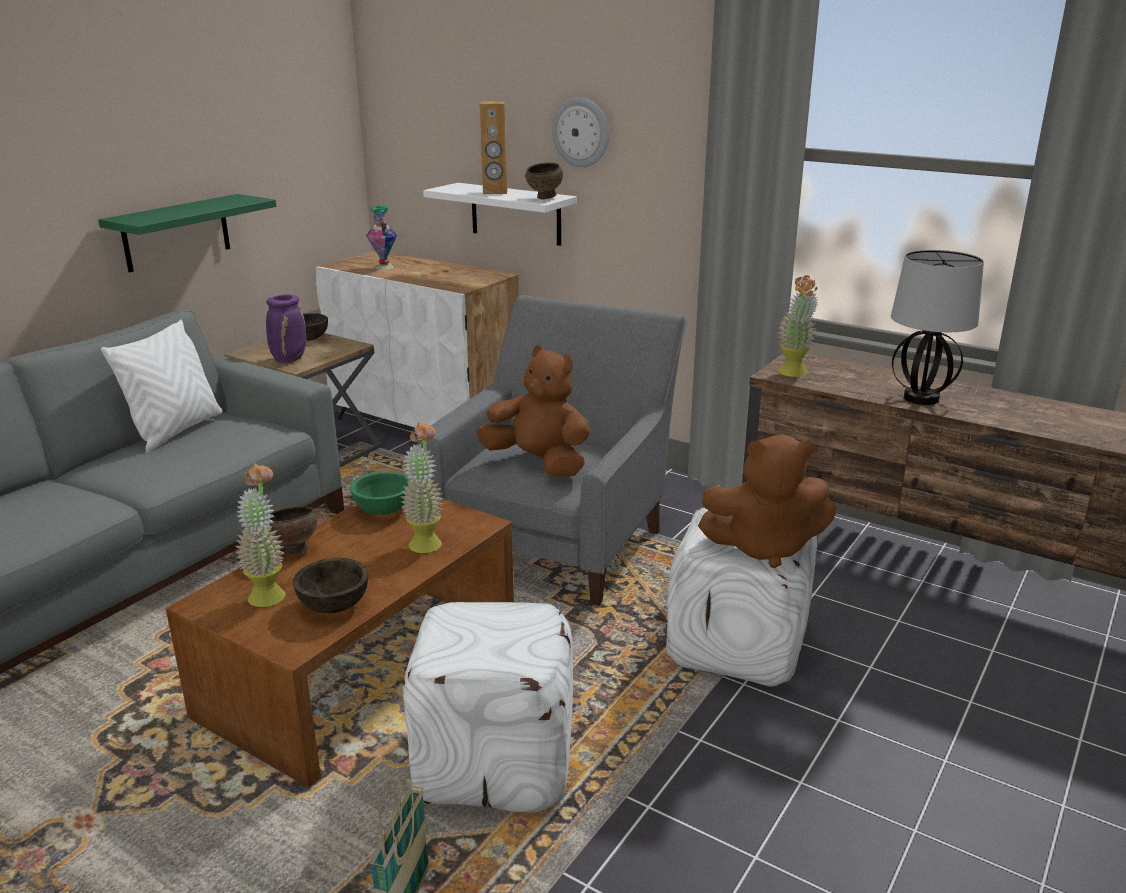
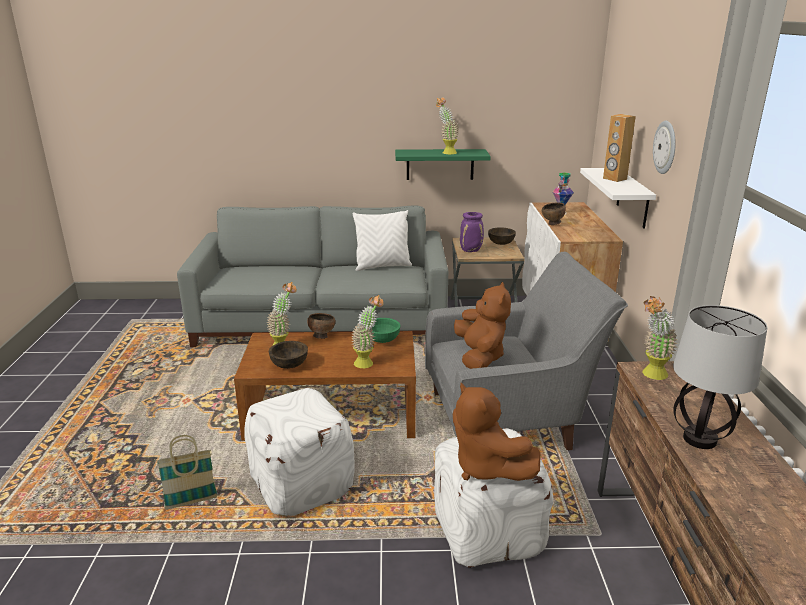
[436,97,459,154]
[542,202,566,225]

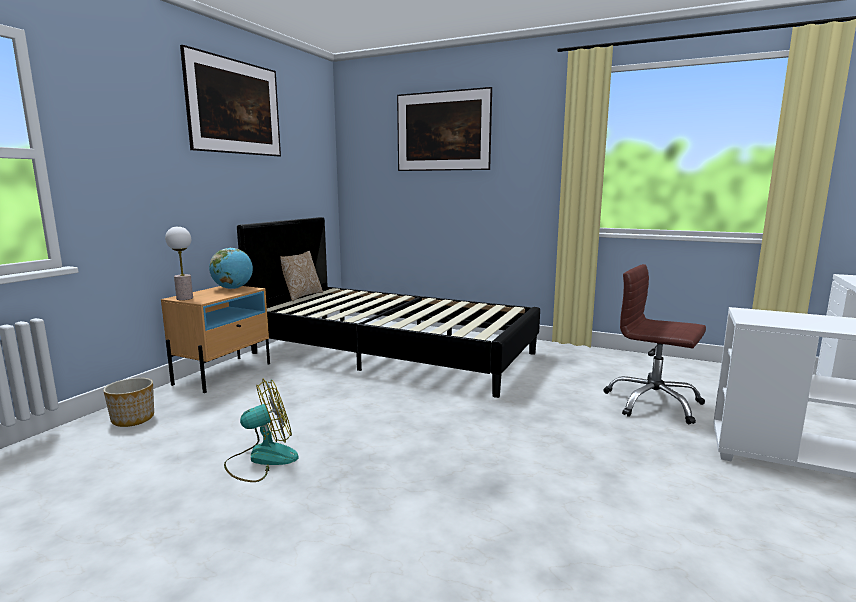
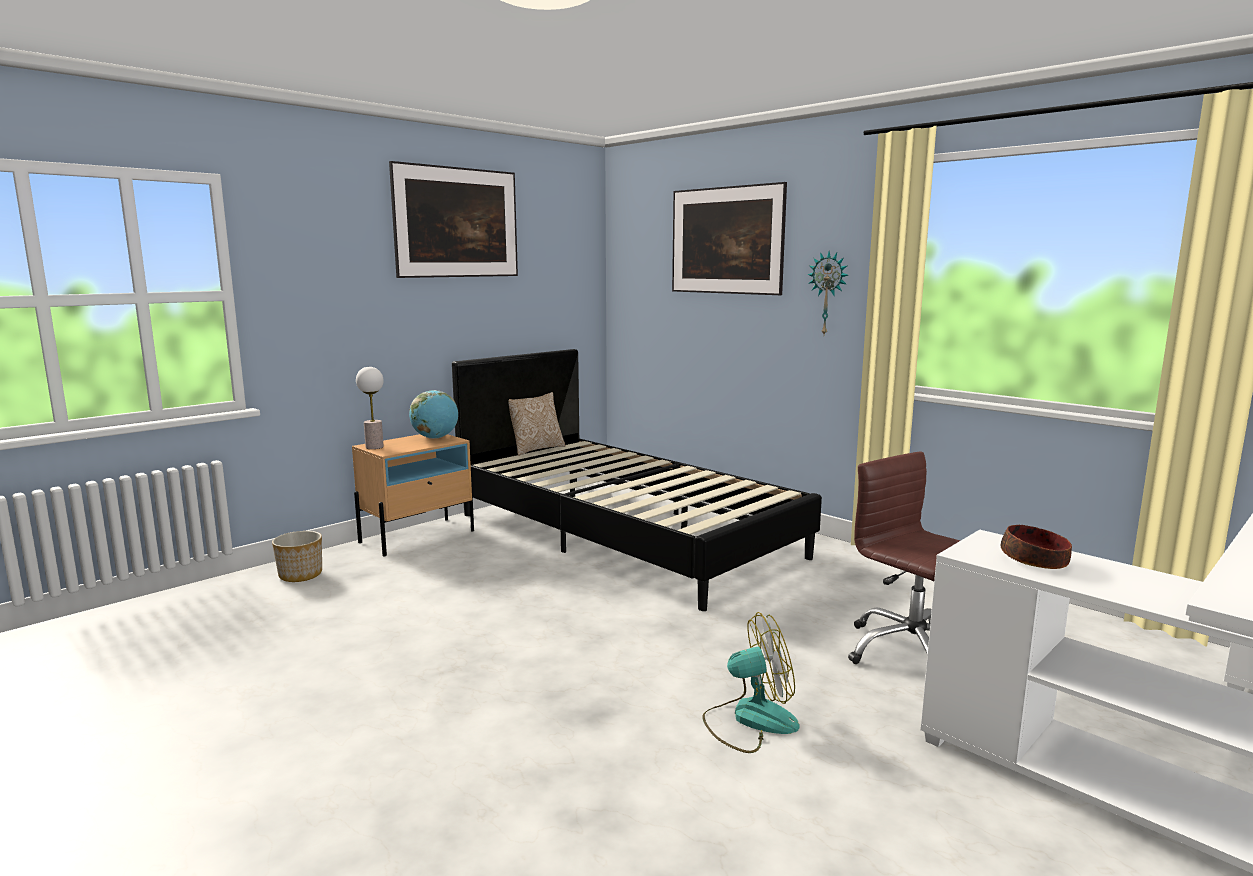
[807,251,848,335]
[1001,525,1072,569]
[702,612,800,753]

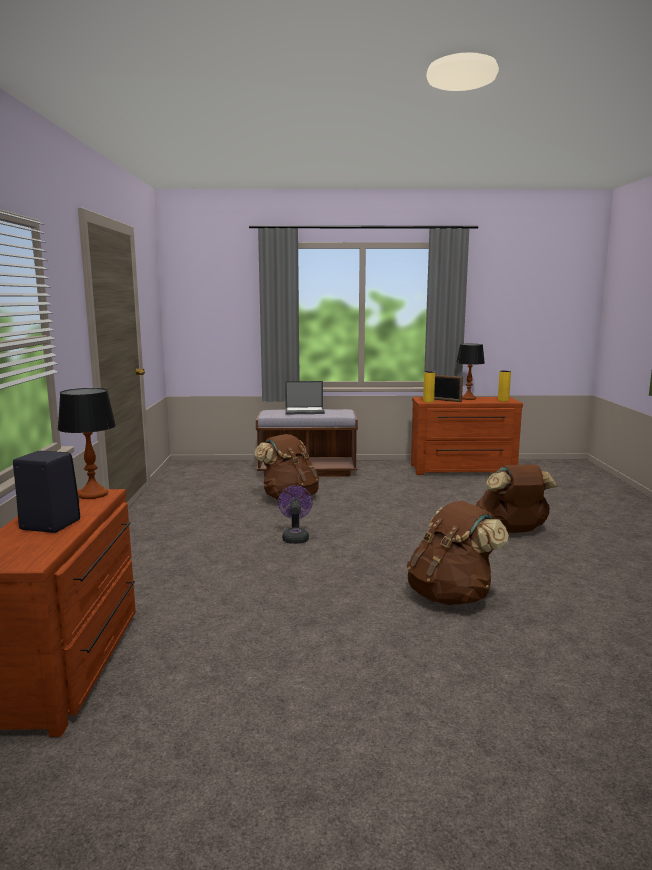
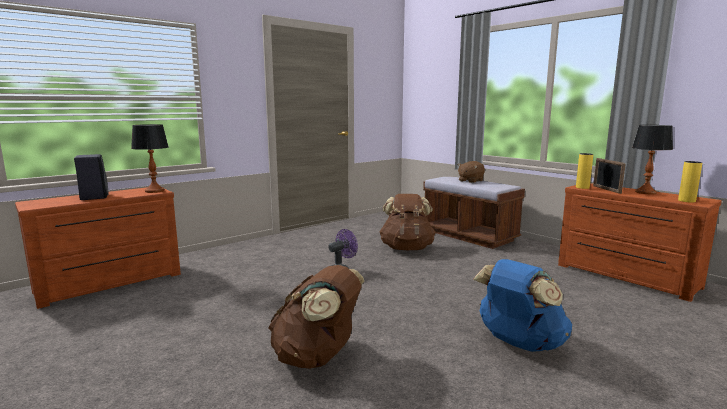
[458,161,485,183]
[473,259,572,352]

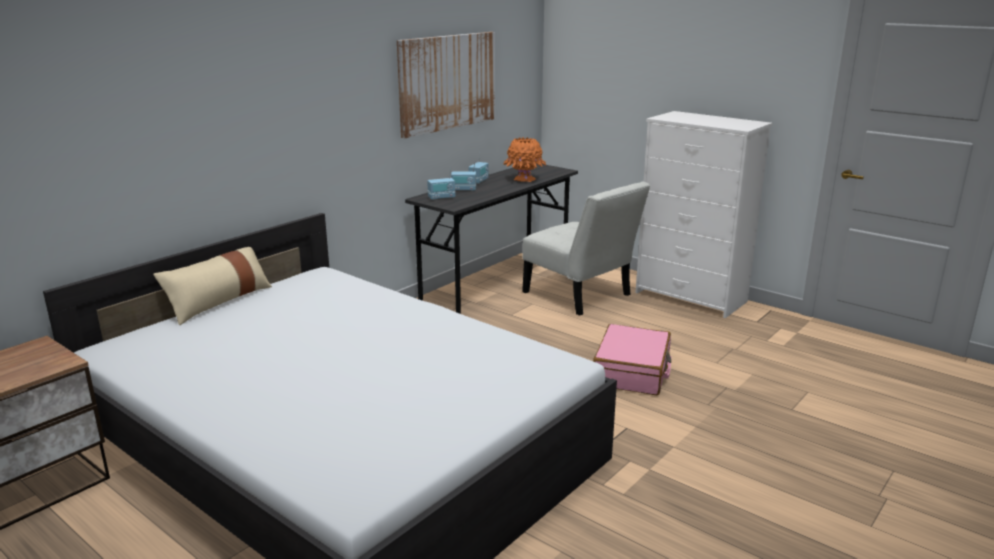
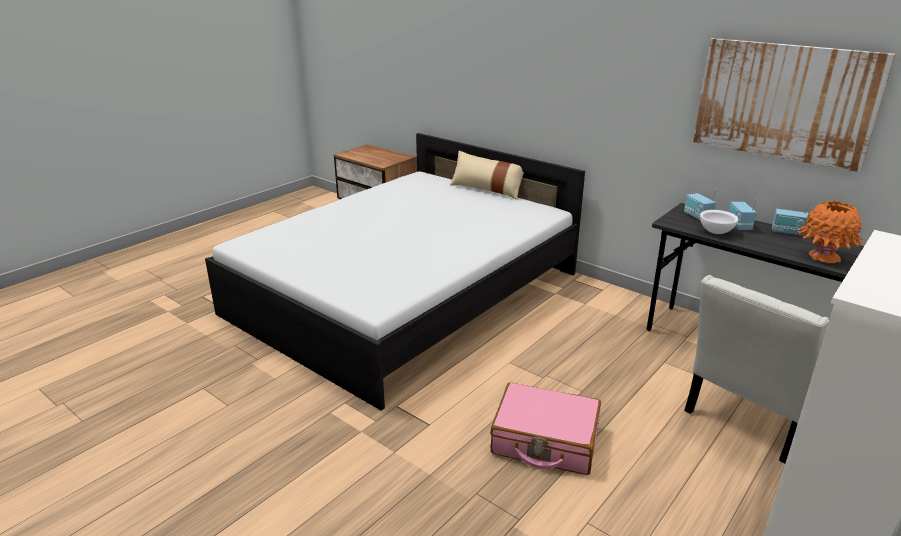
[700,210,738,234]

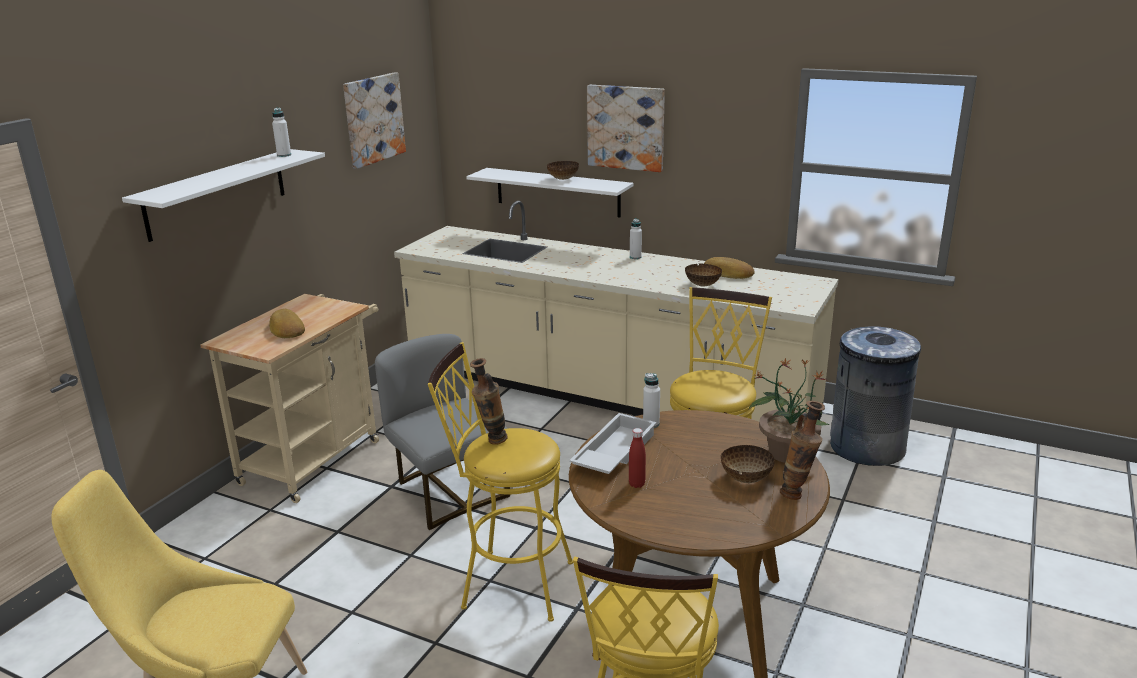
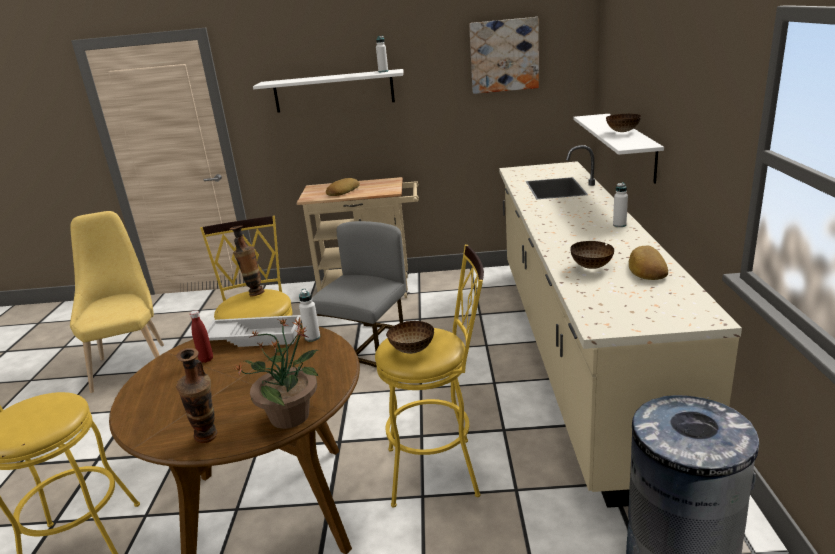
[587,85,665,172] (first image)
[386,321,434,354]

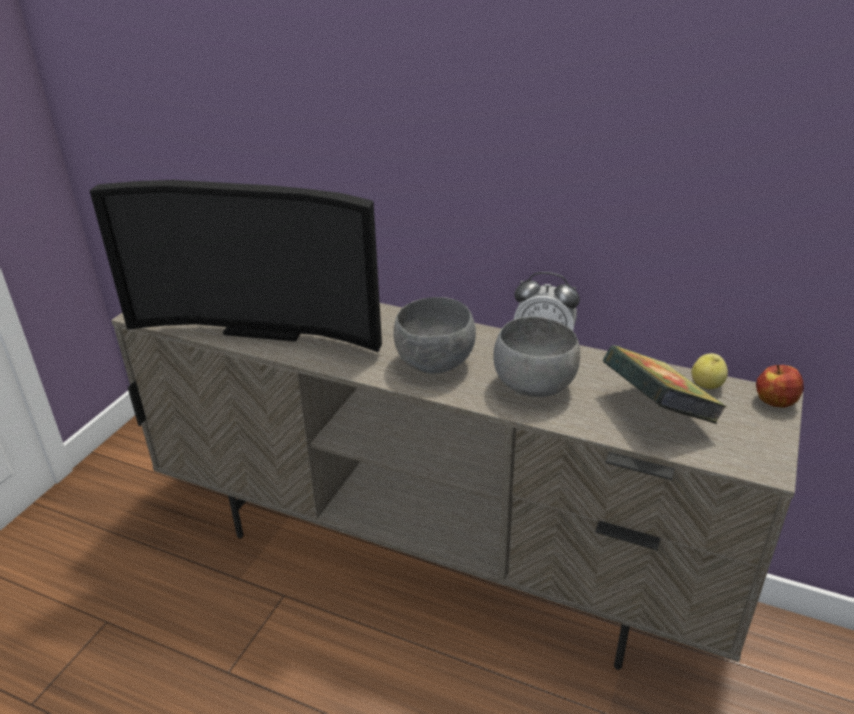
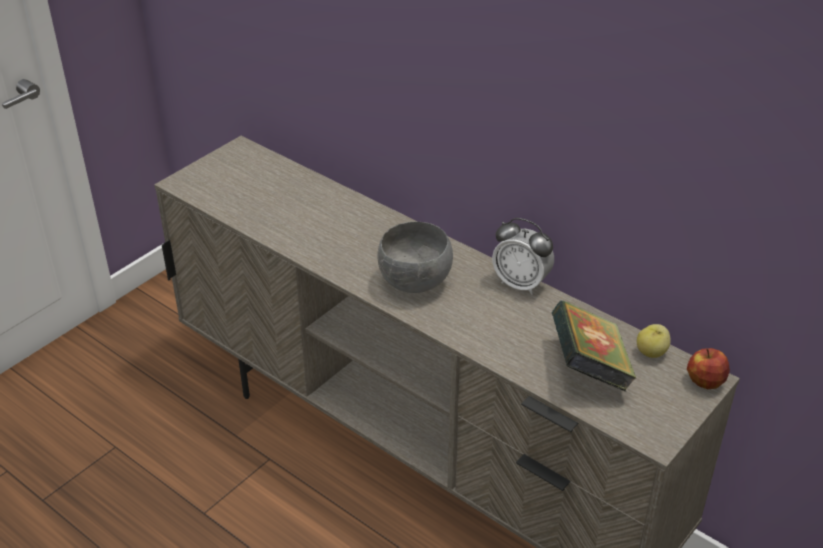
[90,180,382,352] (first image)
[493,316,580,397] (first image)

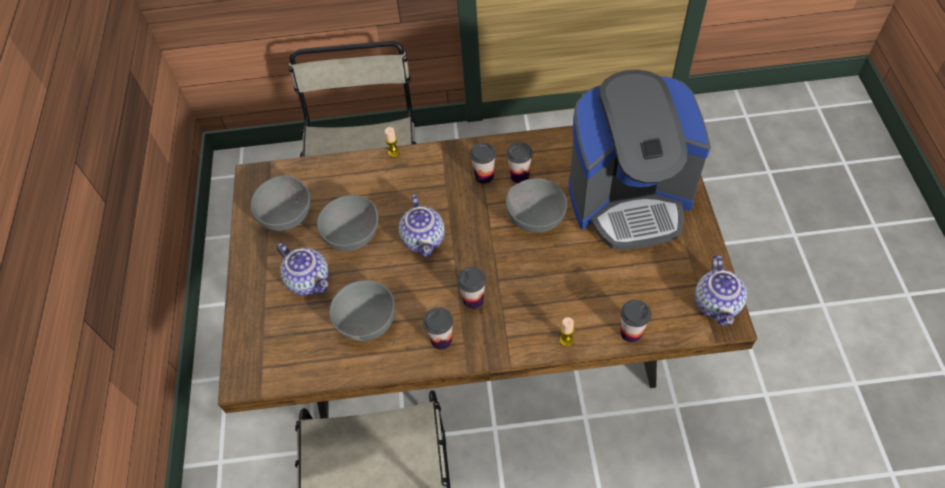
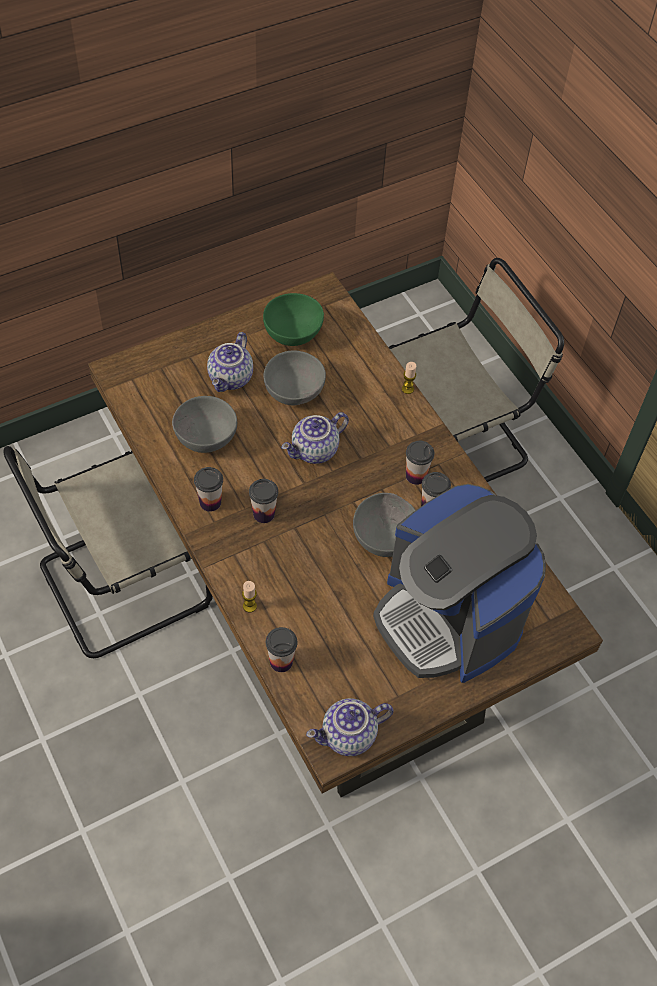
[263,293,324,346]

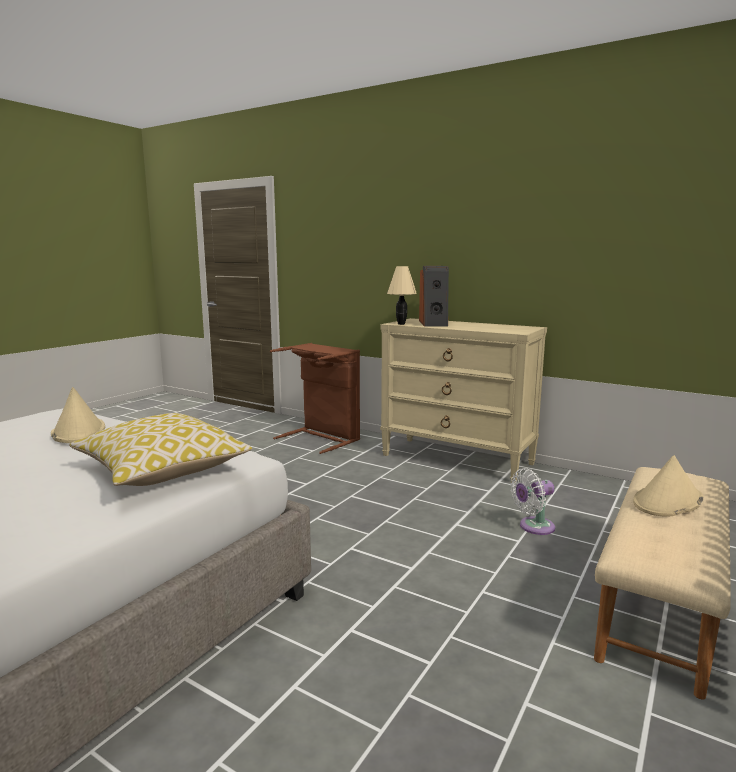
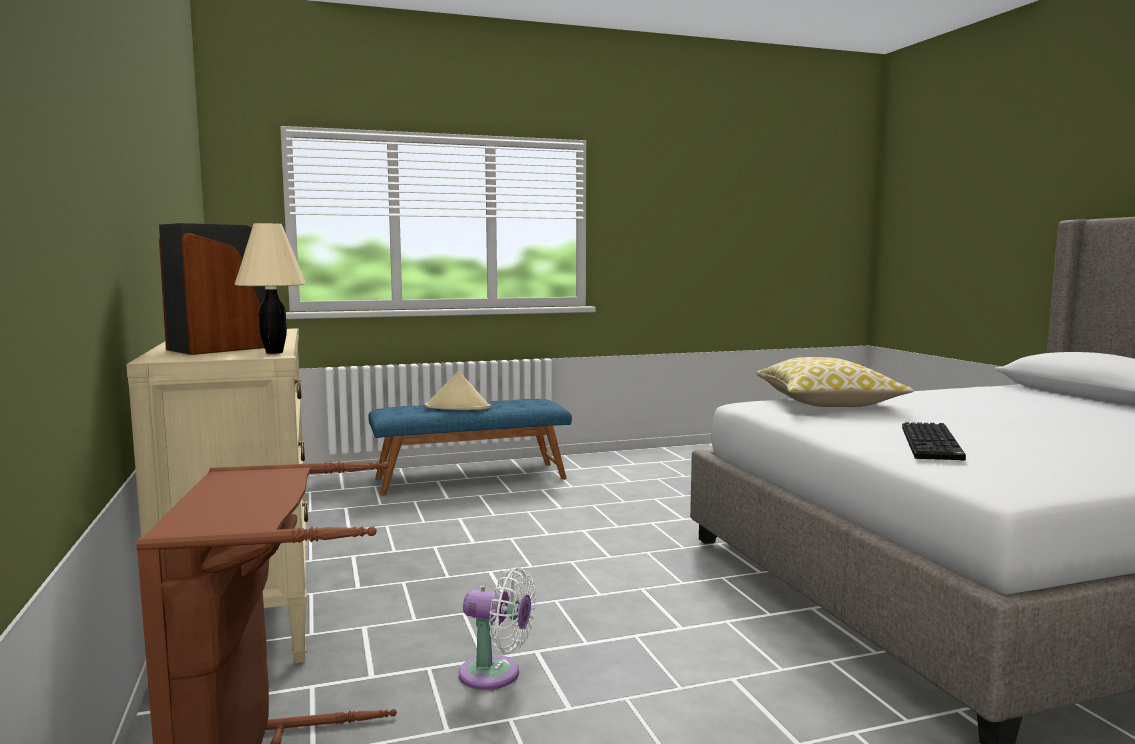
[459,567,536,690]
[902,422,966,461]
[368,399,572,496]

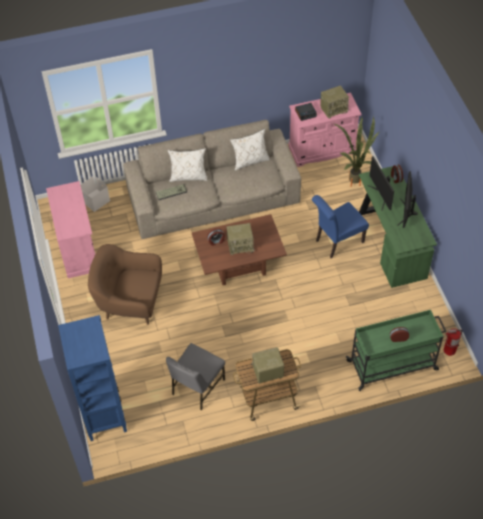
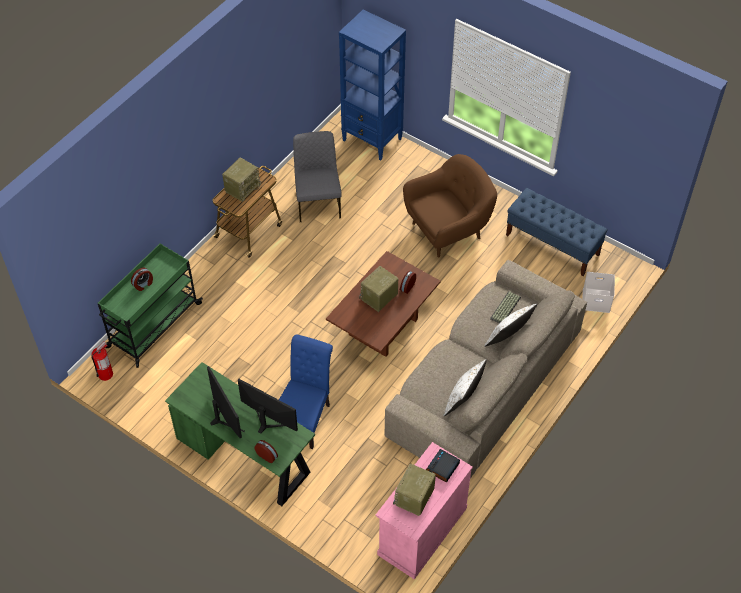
[334,115,380,187] (first image)
[506,188,608,276]

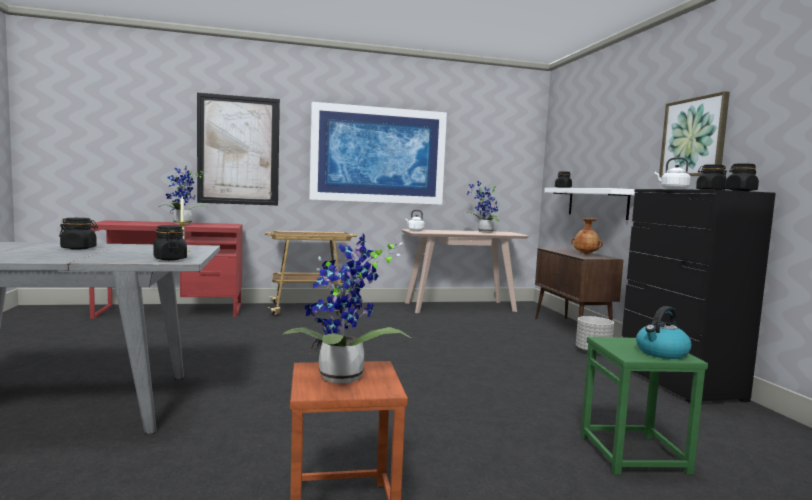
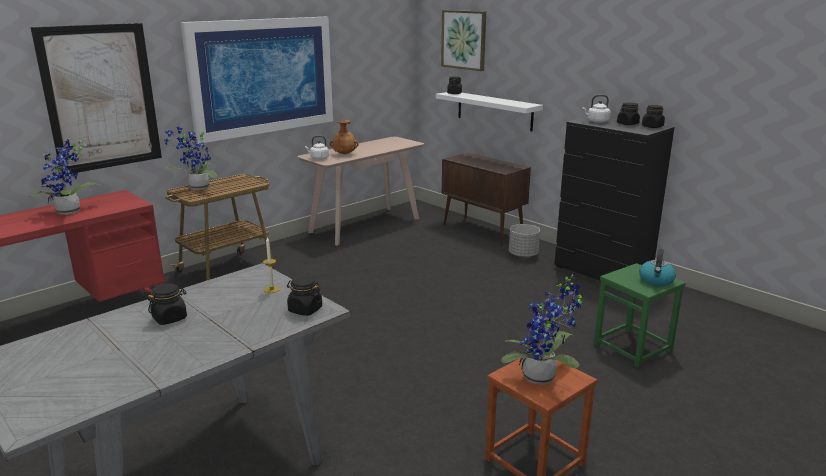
[164,126,217,190]
[330,120,359,155]
[441,10,486,71]

